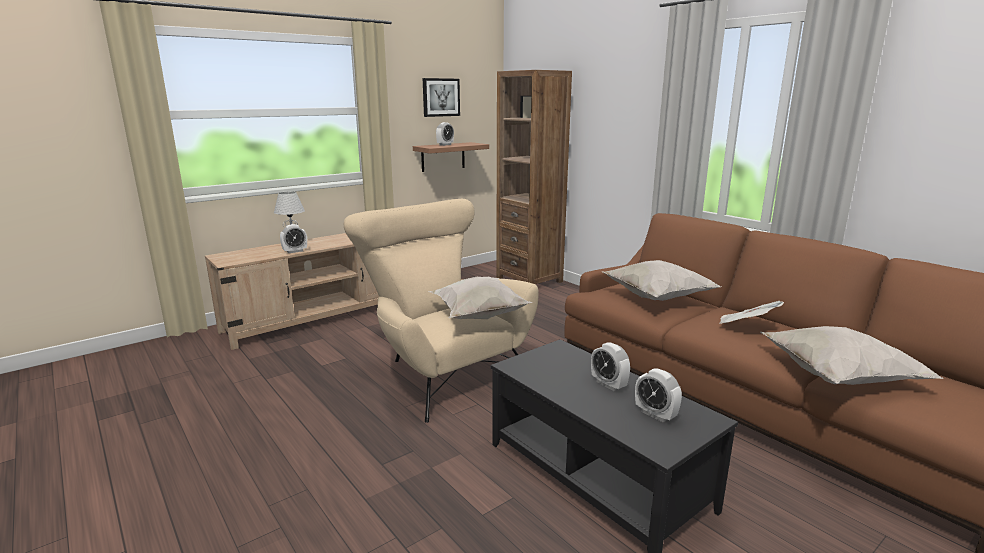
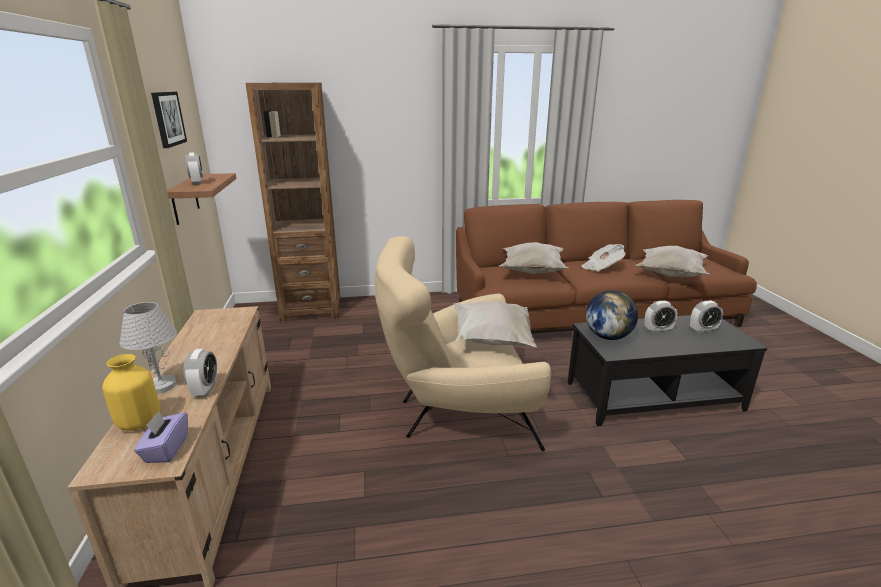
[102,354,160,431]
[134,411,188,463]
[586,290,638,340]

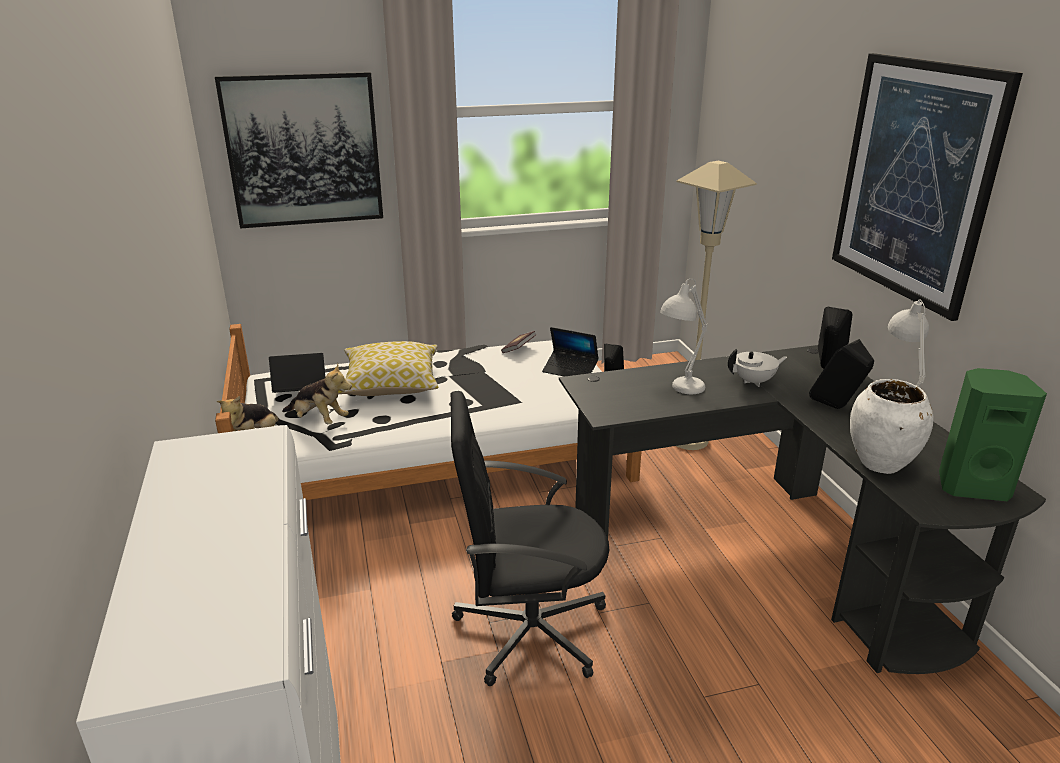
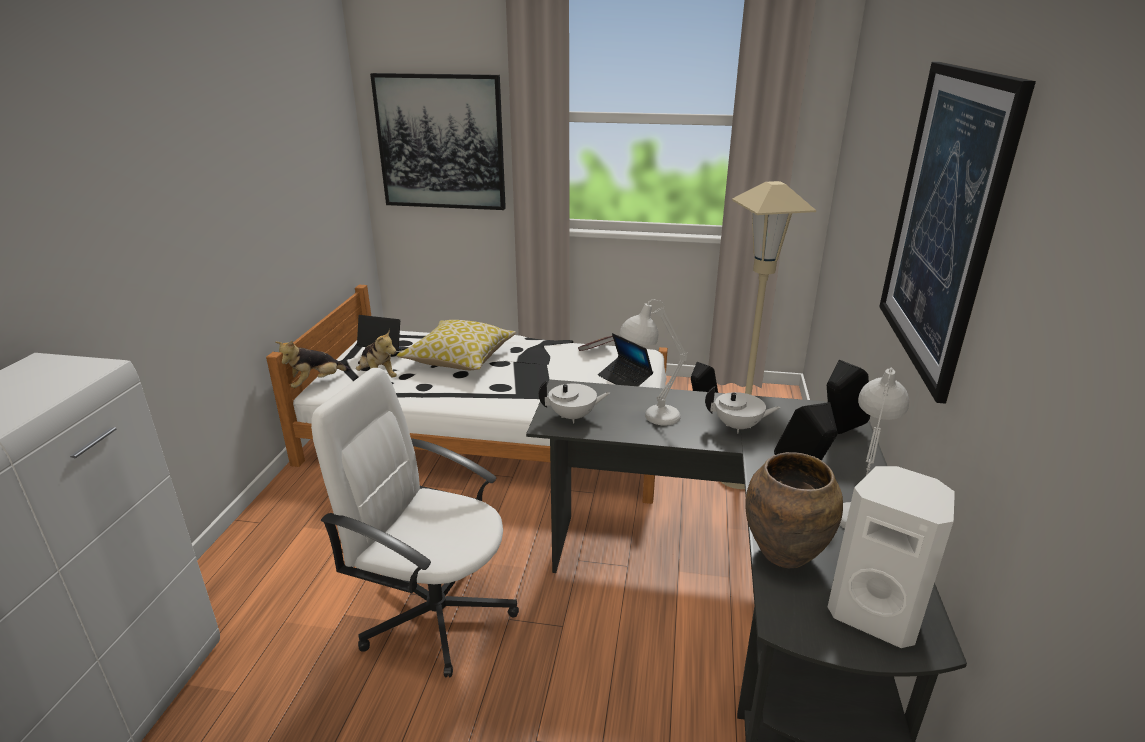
[539,380,610,424]
[311,368,519,677]
[745,452,843,568]
[828,466,955,648]

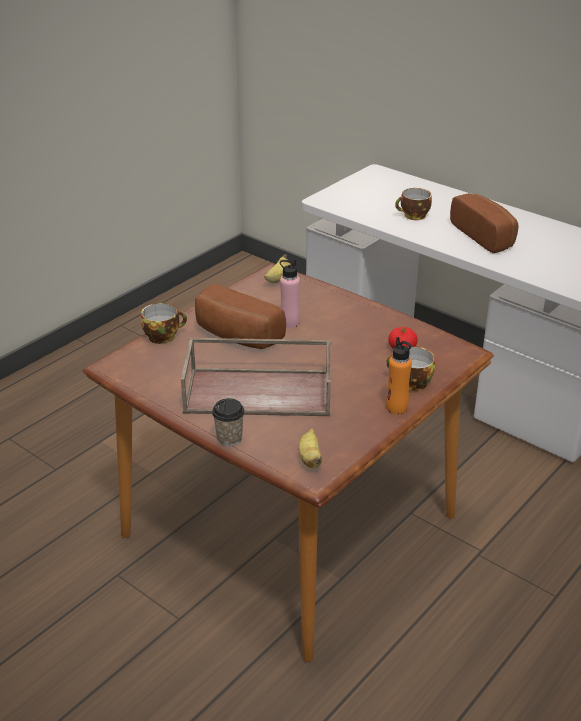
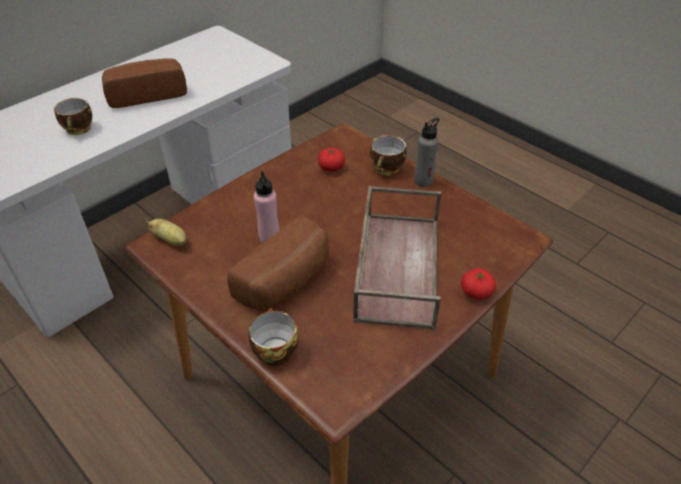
[299,428,323,469] (first image)
[461,269,496,300]
[414,118,439,187]

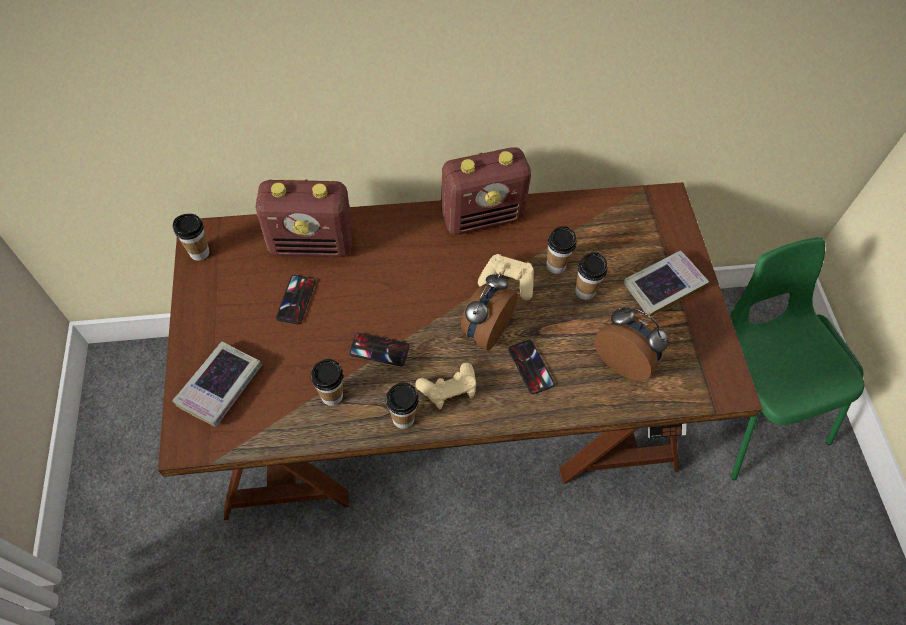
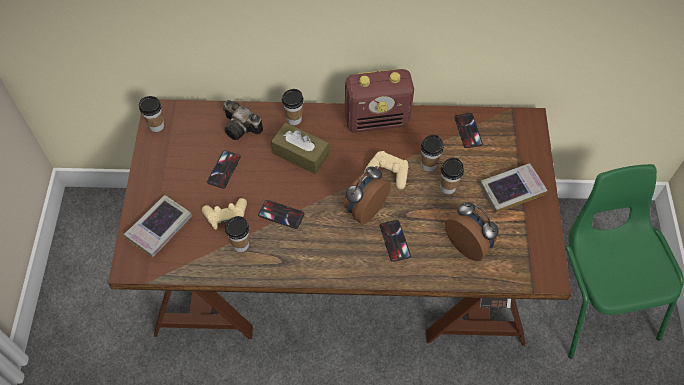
[271,122,329,174]
[454,113,483,148]
[282,89,304,125]
[202,198,247,229]
[223,100,263,140]

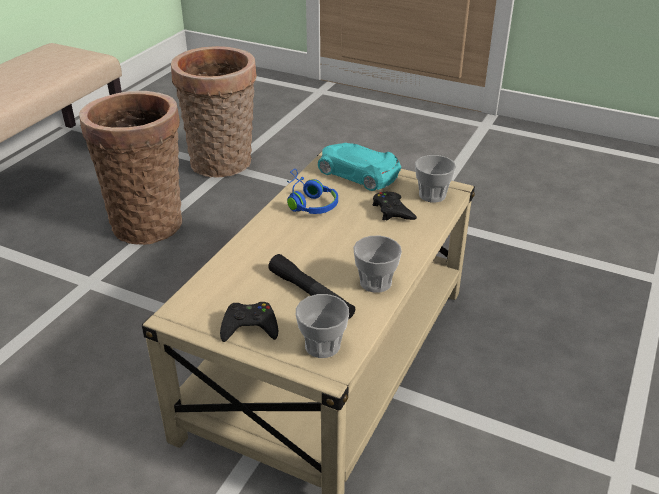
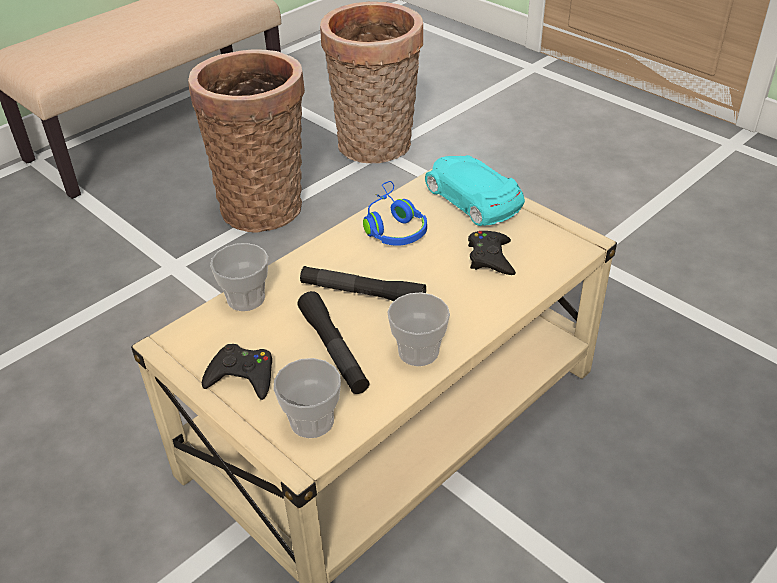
[300,266,426,301]
[210,243,268,311]

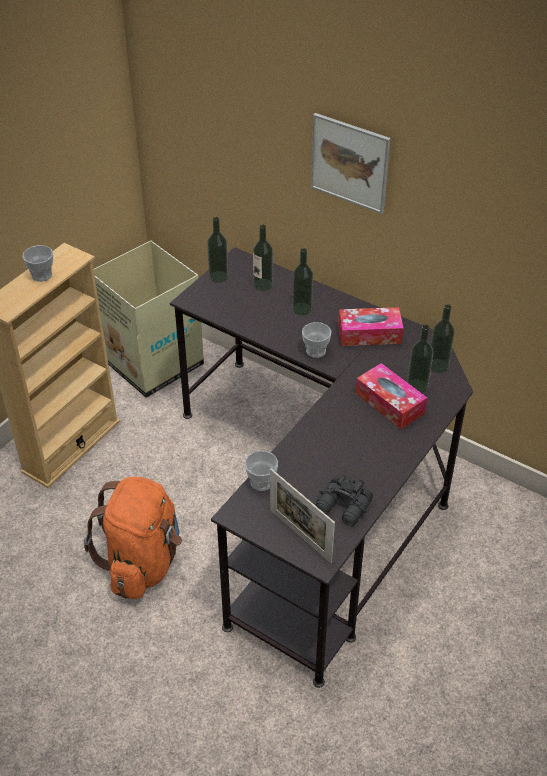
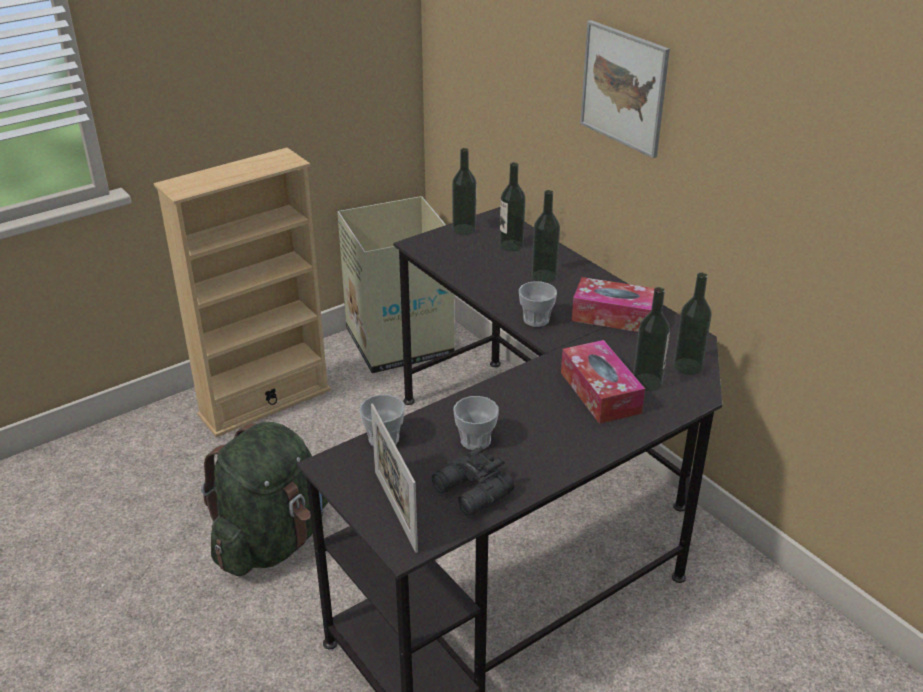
[454,396,499,450]
[201,422,328,576]

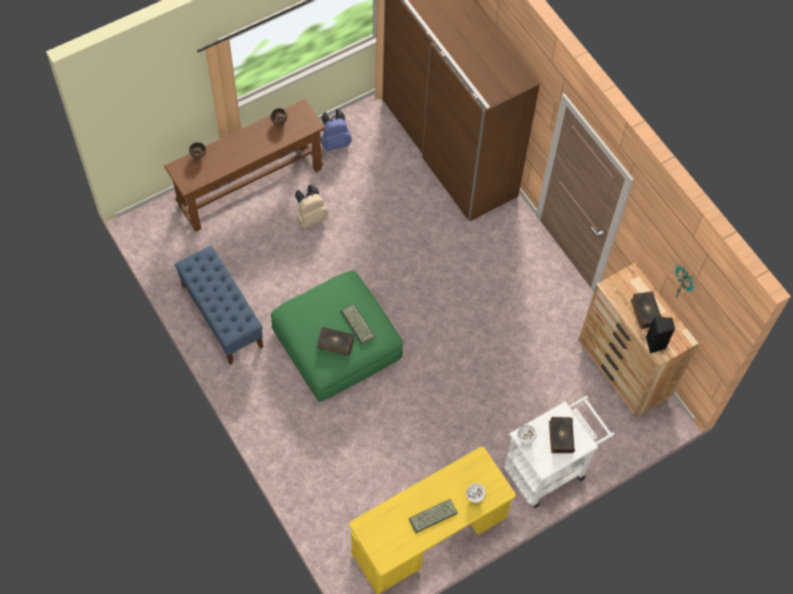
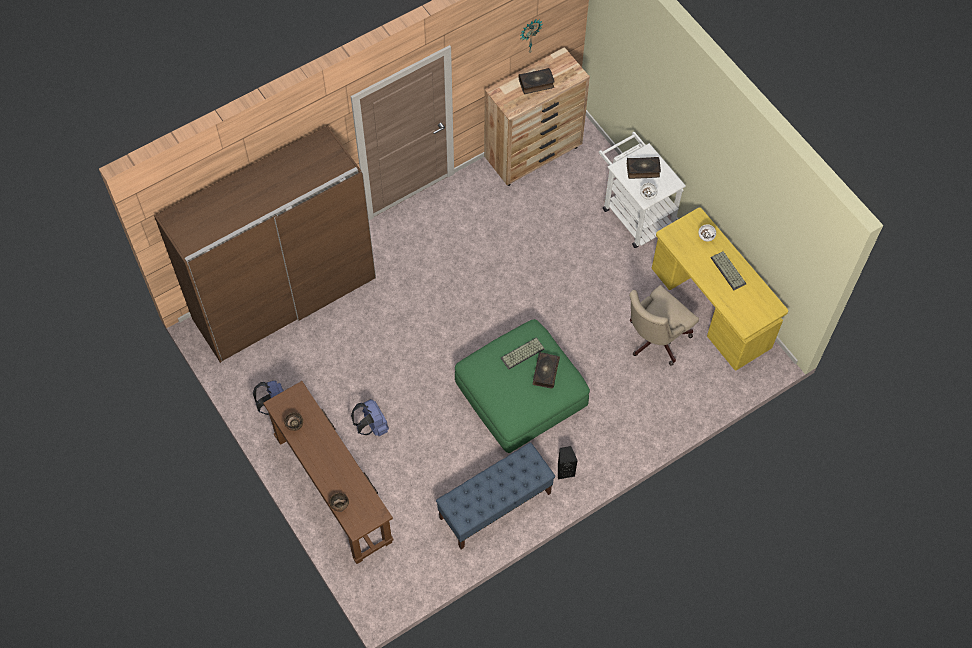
[629,285,699,366]
[558,446,578,479]
[351,399,389,436]

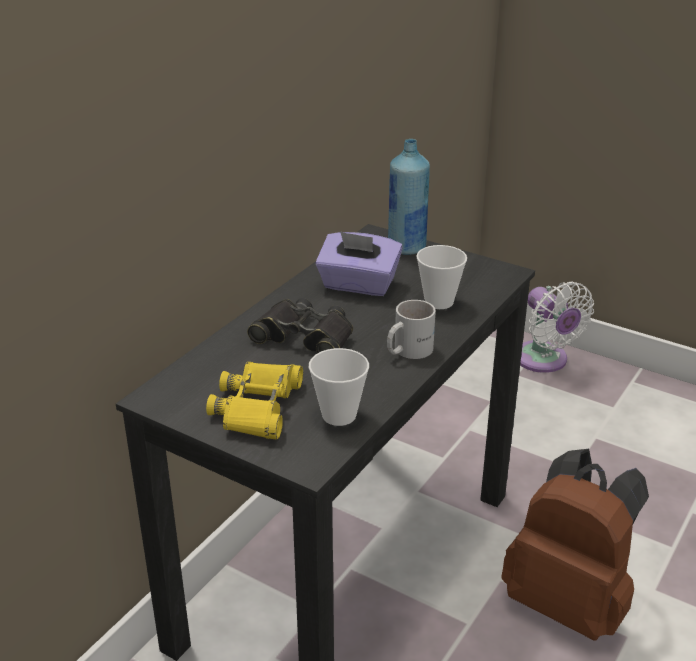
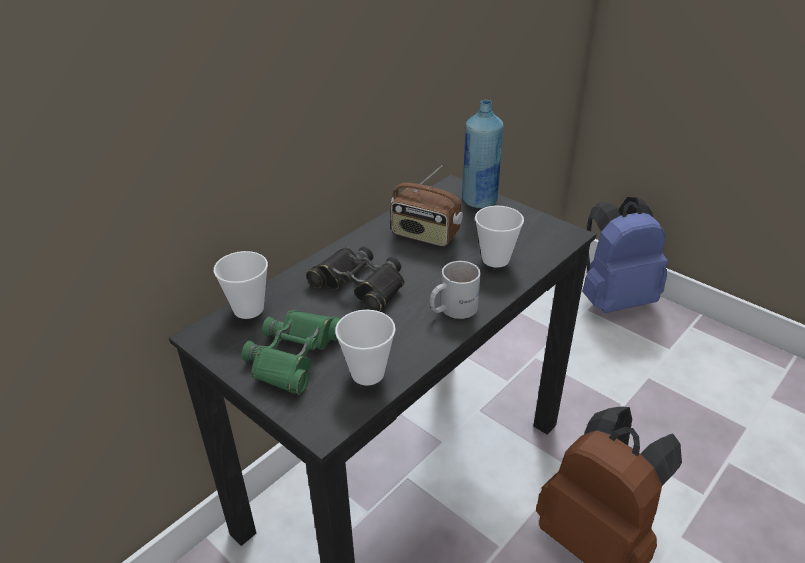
[214,251,268,319]
[391,165,463,247]
[582,197,668,313]
[242,310,340,395]

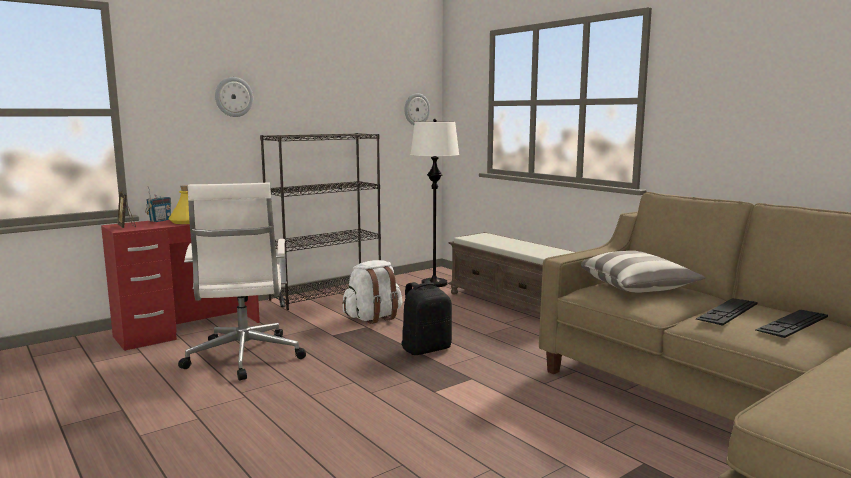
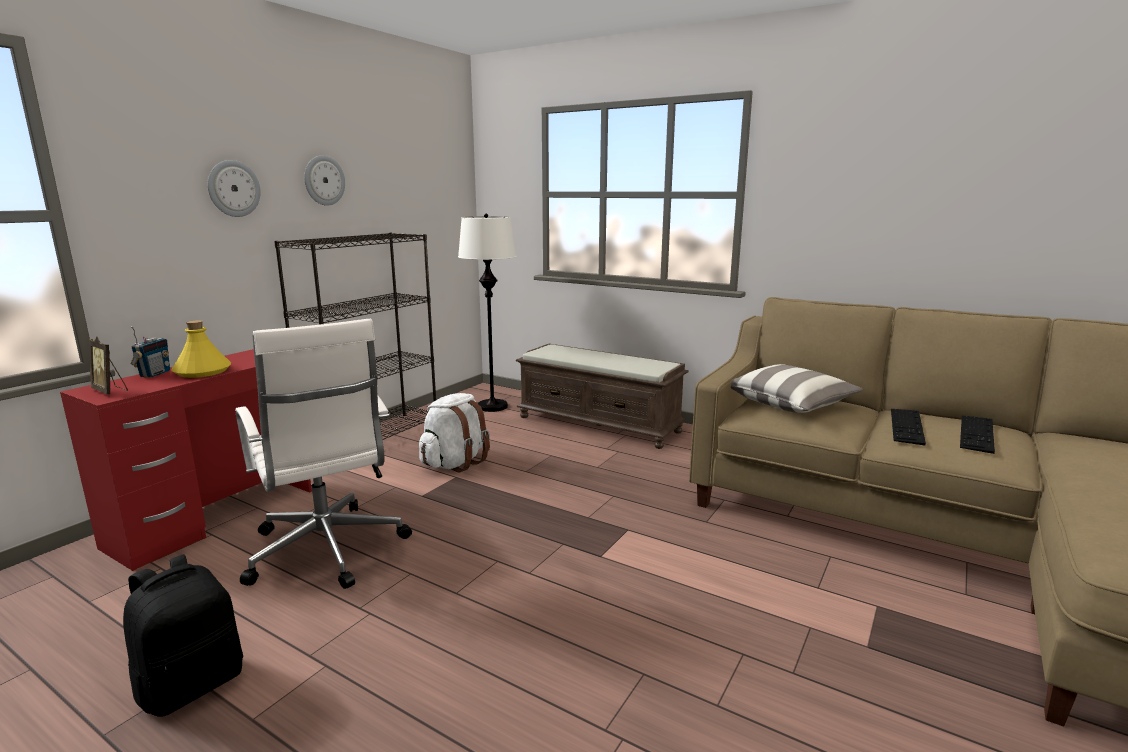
[123,554,243,717]
[304,155,345,206]

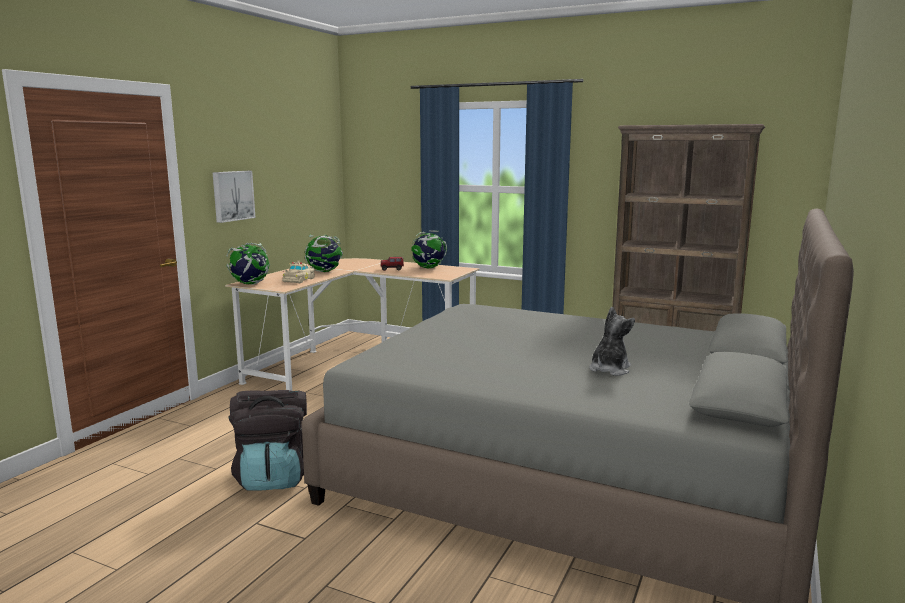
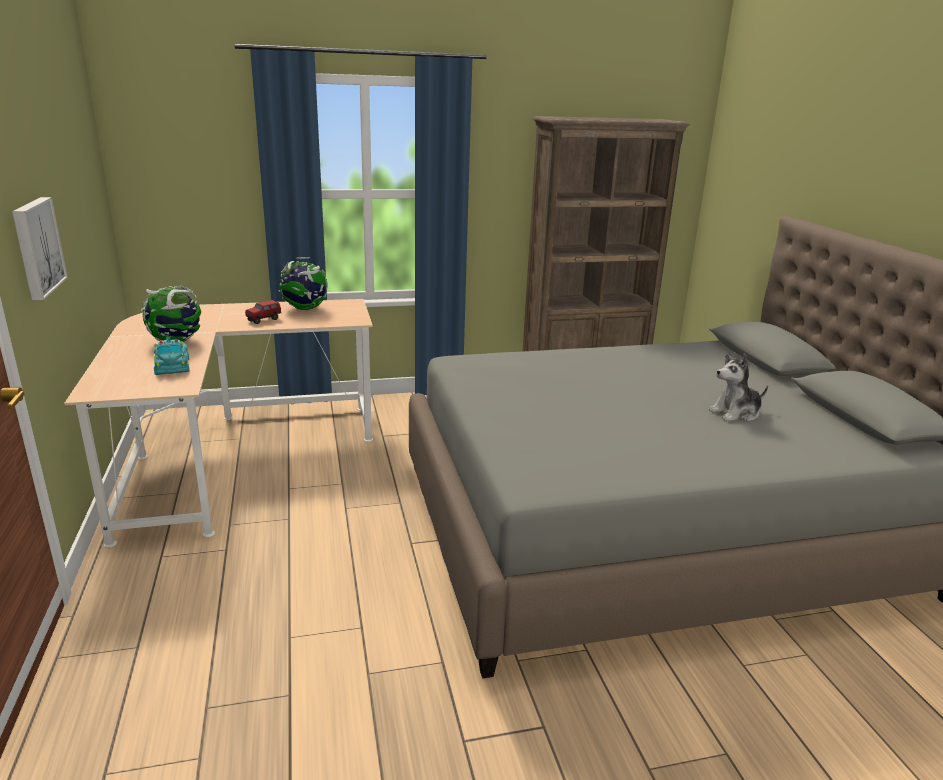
[226,243,270,285] (first image)
[228,390,307,491] (first image)
[154,337,189,375]
[708,354,768,422]

